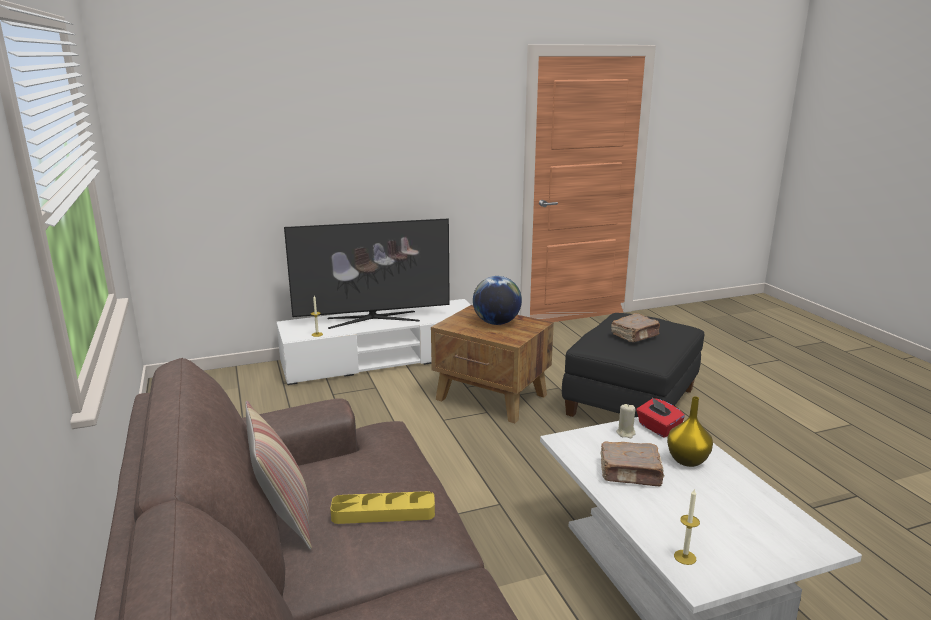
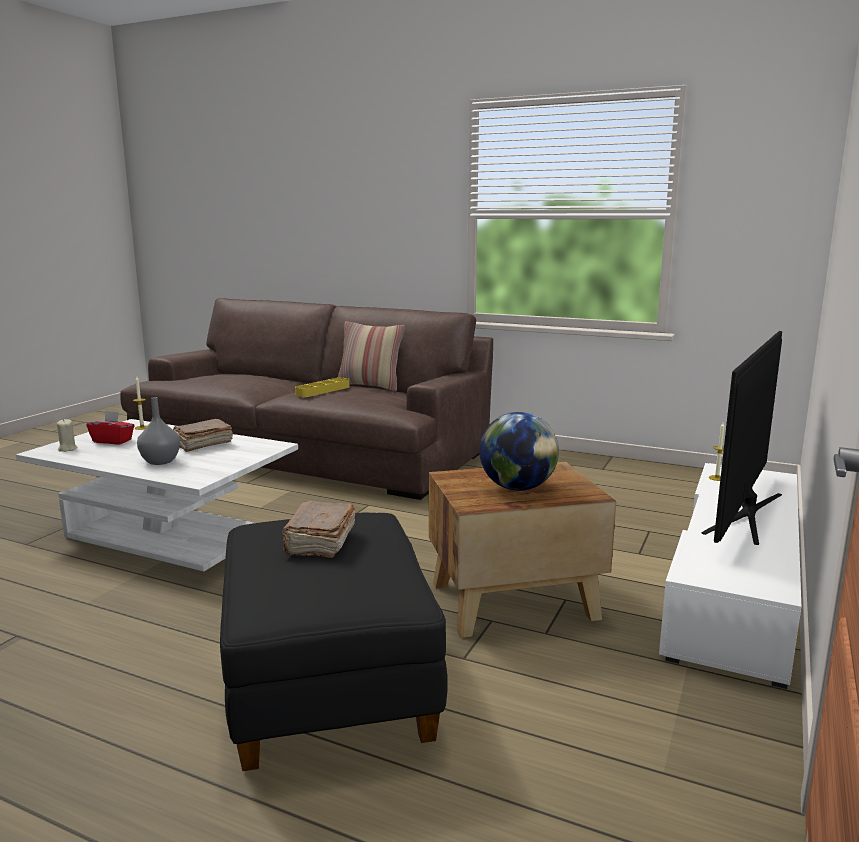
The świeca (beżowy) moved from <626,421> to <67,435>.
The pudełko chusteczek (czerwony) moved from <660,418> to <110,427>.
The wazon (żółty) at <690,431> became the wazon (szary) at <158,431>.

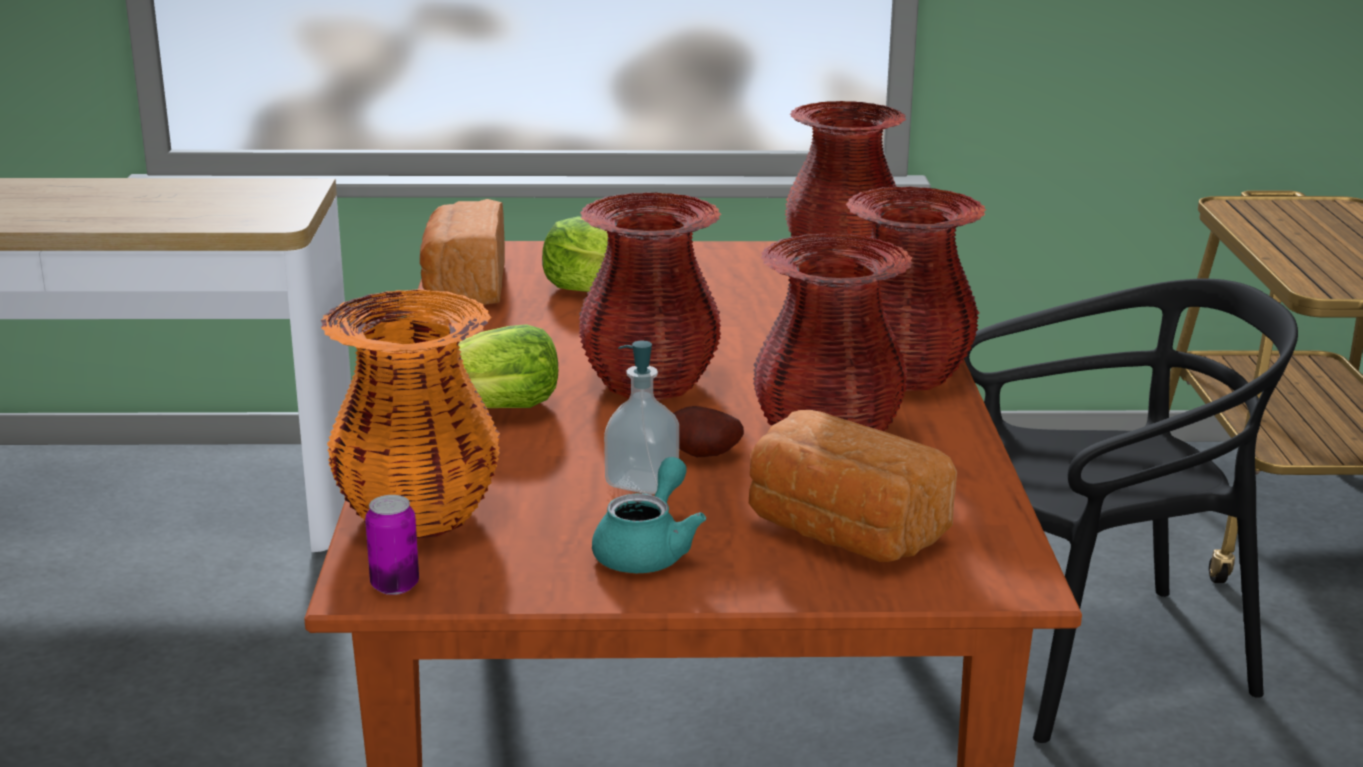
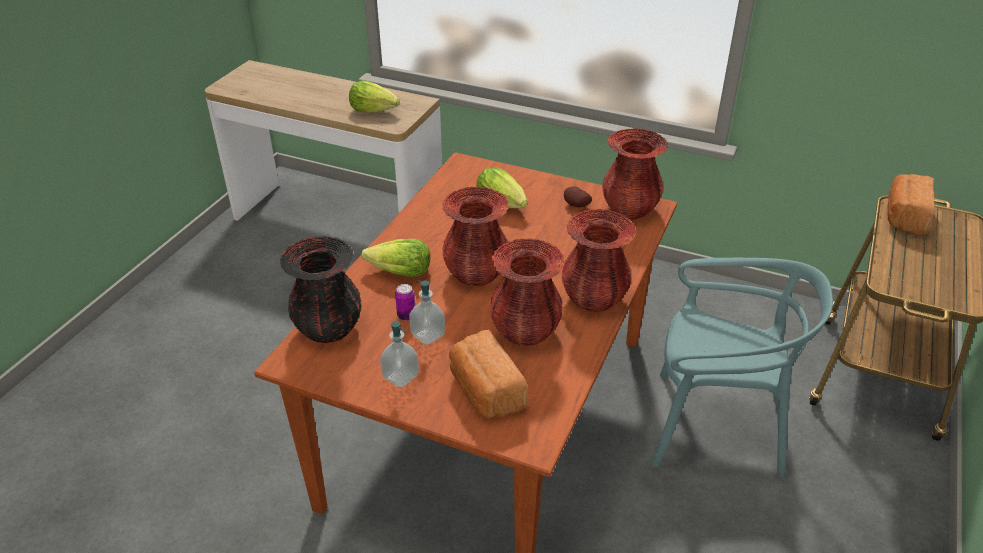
The sałata at <374,96> appeared.
The puszka moved from <392,545> to <405,302>.
The chleb moved from <462,252> to <911,204>.
The ziemniak moved from <708,431> to <578,197>.
The imbryk (turkusowy) at <649,515> was replaced by the dozownik mydła at <399,354>.
The wazon (pomarańczowy) at <410,413> became the wazon (czarny) at <321,289>.
The krzesło (czarny) at <1131,510> became the krzesło (turkusowy) at <742,368>.

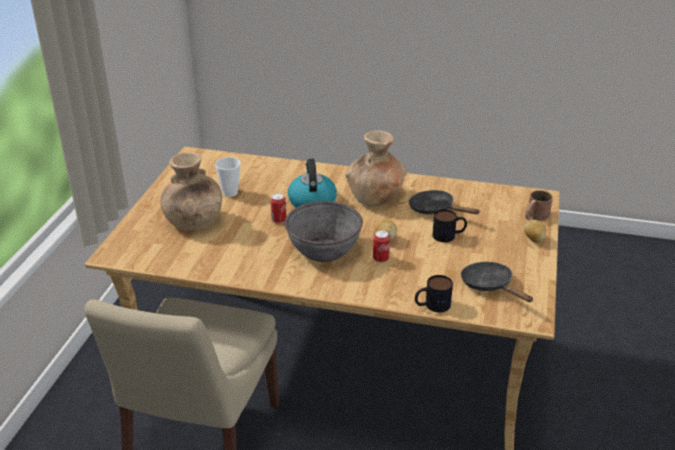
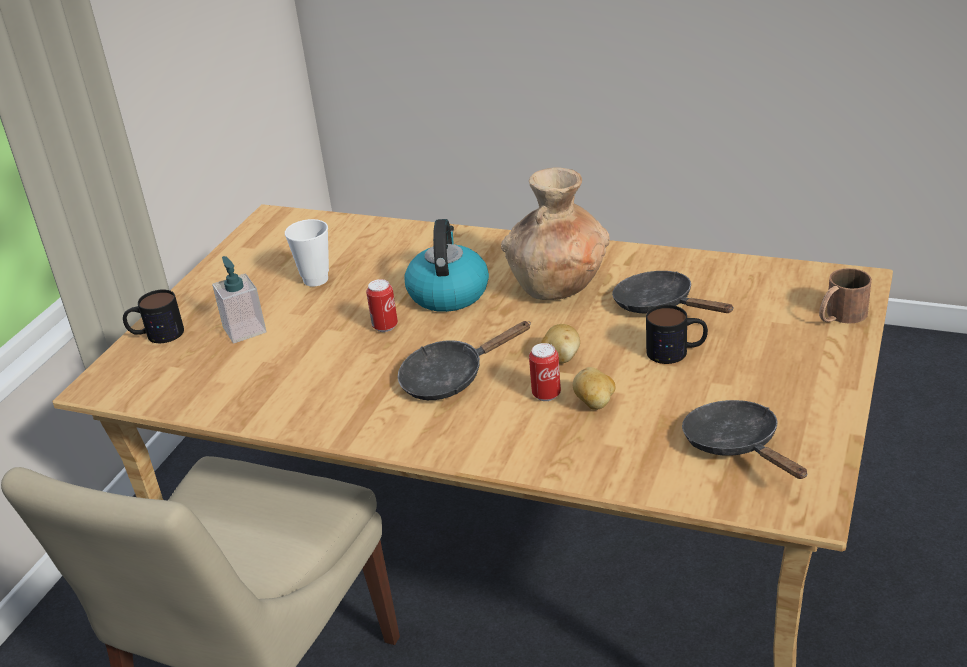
The kubek moved from <434,293> to <153,316>.
The ziemniak moved from <535,231> to <594,388>.
The wazon (brązowy) at <191,191> was replaced by the dozownik mydła at <239,299>.
The miska (szary) at <324,231> was replaced by the patelnia (czarny) at <464,360>.

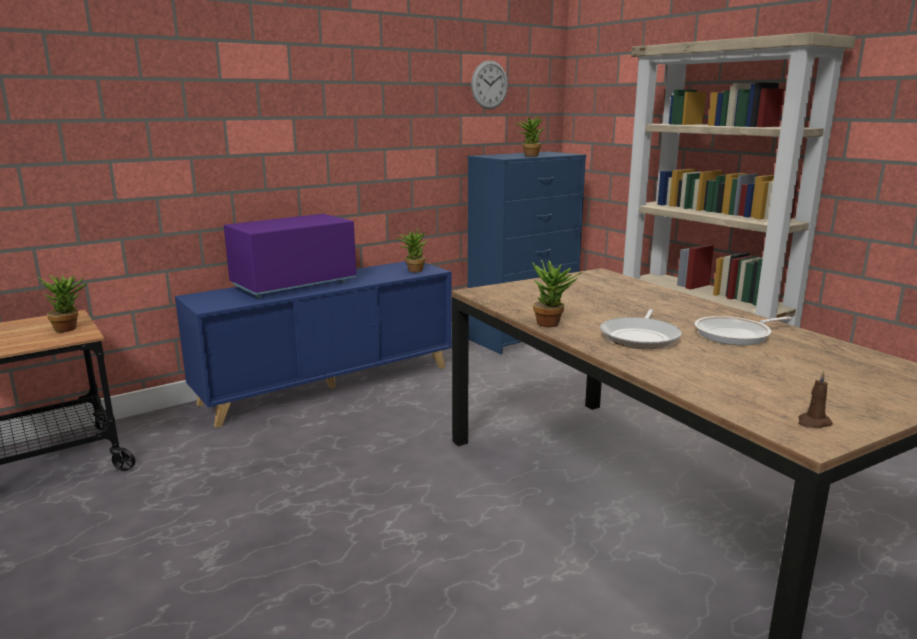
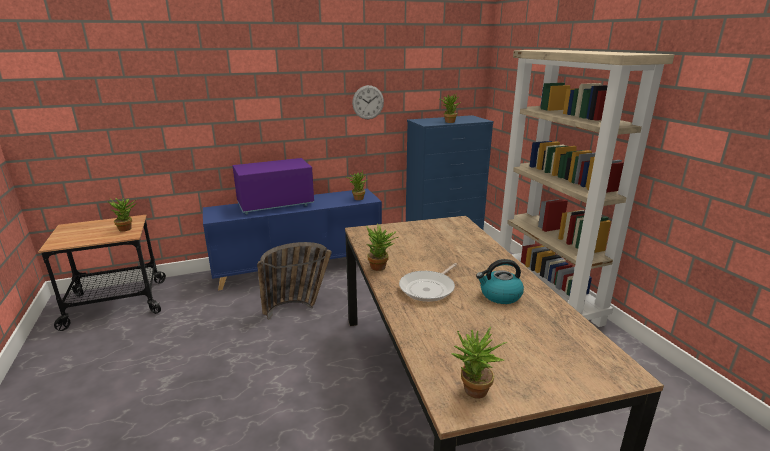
The koszyk at <294,281> appeared.
The zegar ścienny moved from <489,84> to <368,102>.
The patelnia at <743,330> was replaced by the czajnik at <500,281>.
The świeca (brązowy) at <815,399> was replaced by the roślina doniczkowa at <479,363>.

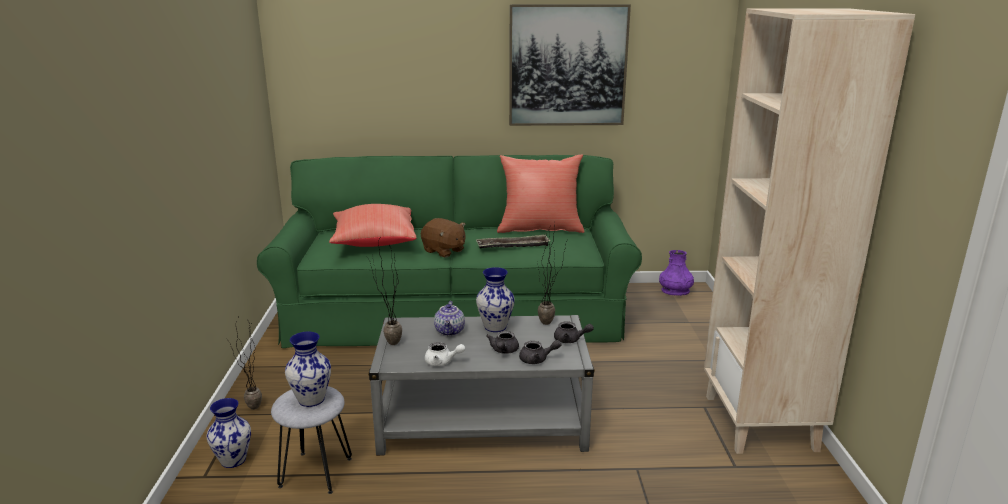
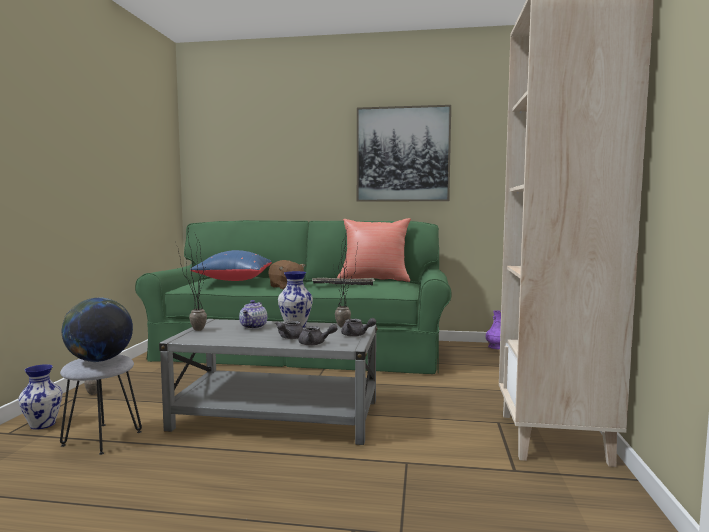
The imbryk (biały) at <445,354> disappeared.
The wazon at <308,369> was replaced by the globus at <97,329>.
The poduszka (czerwony) at <373,225> became the poduszka (niebieski) at <231,265>.

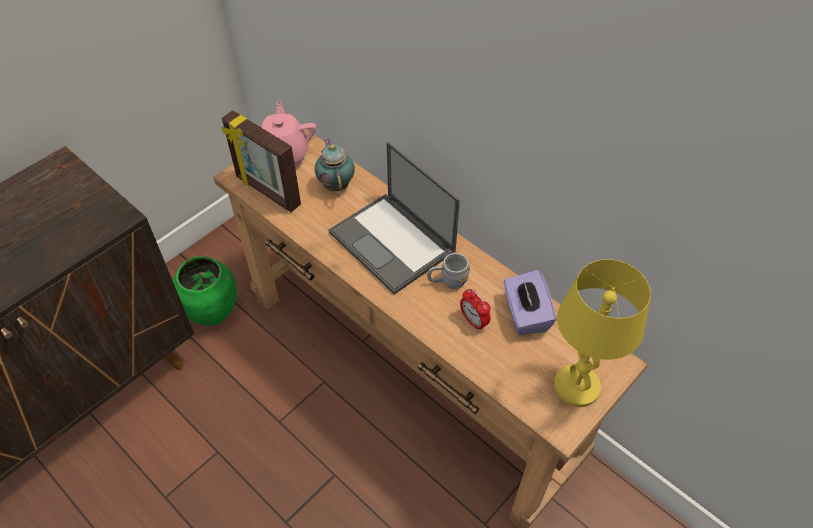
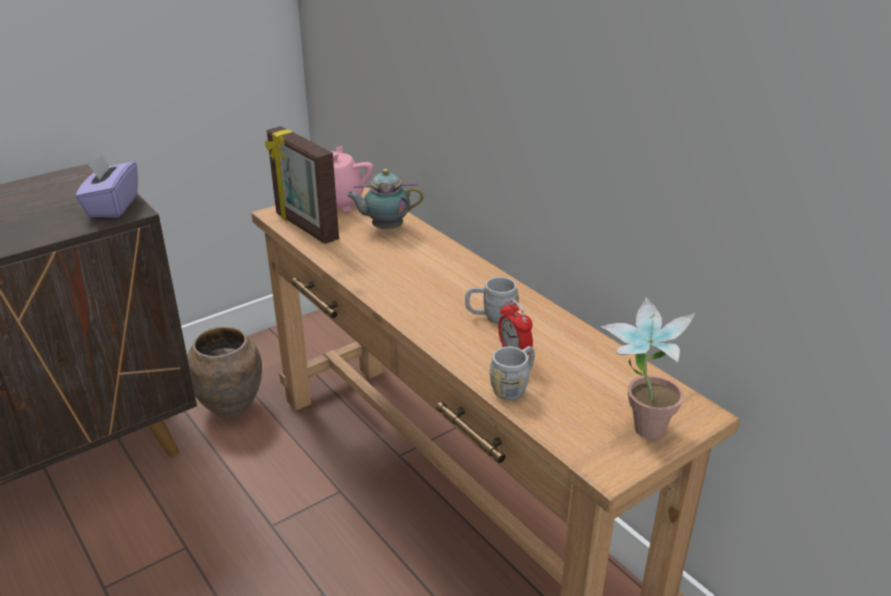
The laptop at <394,218> disappeared.
The kubek (szary) at <512,373> appeared.
The pudełko chusteczek (fioletowy) moved from <530,302> to <106,185>.
The lampa stołowa (żółty) at <602,333> was replaced by the roślina doniczkowa at <647,368>.
The wazon (zielony) at <205,291> became the wazon (brązowy) at <224,372>.
The imbryk at <335,164> turned 90 degrees counterclockwise.

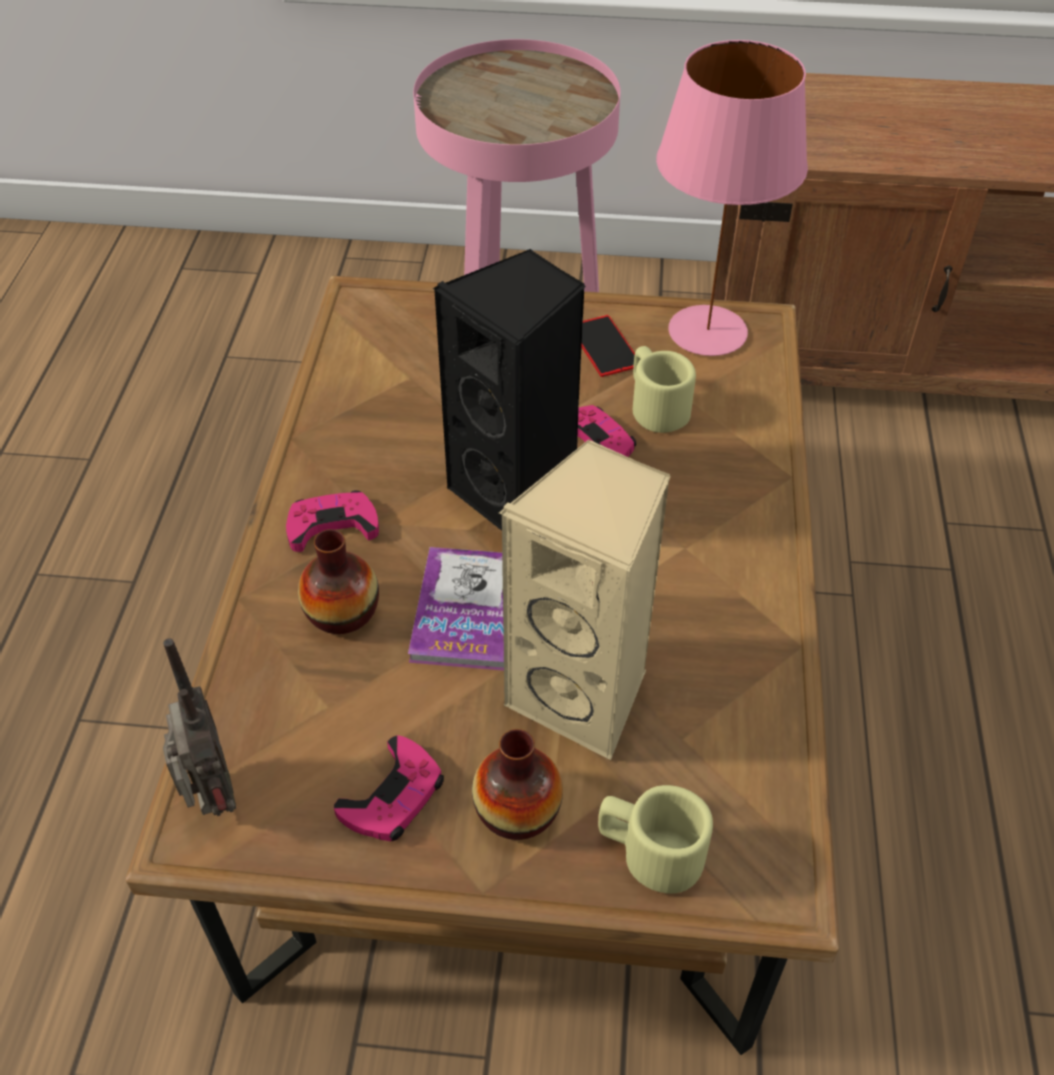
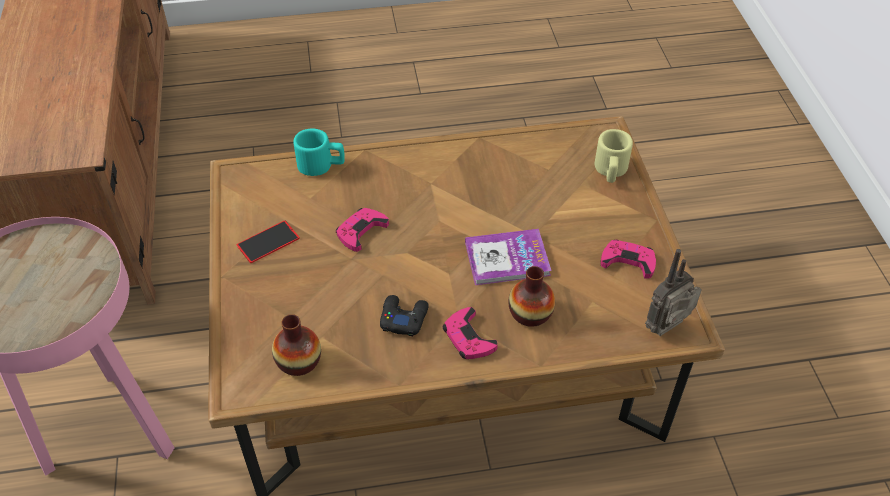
The głośnik (czarny) at <509,390> disappeared.
The głośnik (beżowy) at <585,600> disappeared.
The kubek (beżowy) at <664,389> disappeared.
The lampa stołowa (różowy) at <732,198> disappeared.
The kubek (turkusowy) at <319,152> appeared.
The pad do gier (czarny) at <404,315> appeared.
The wazon moved from <517,784> to <296,345>.

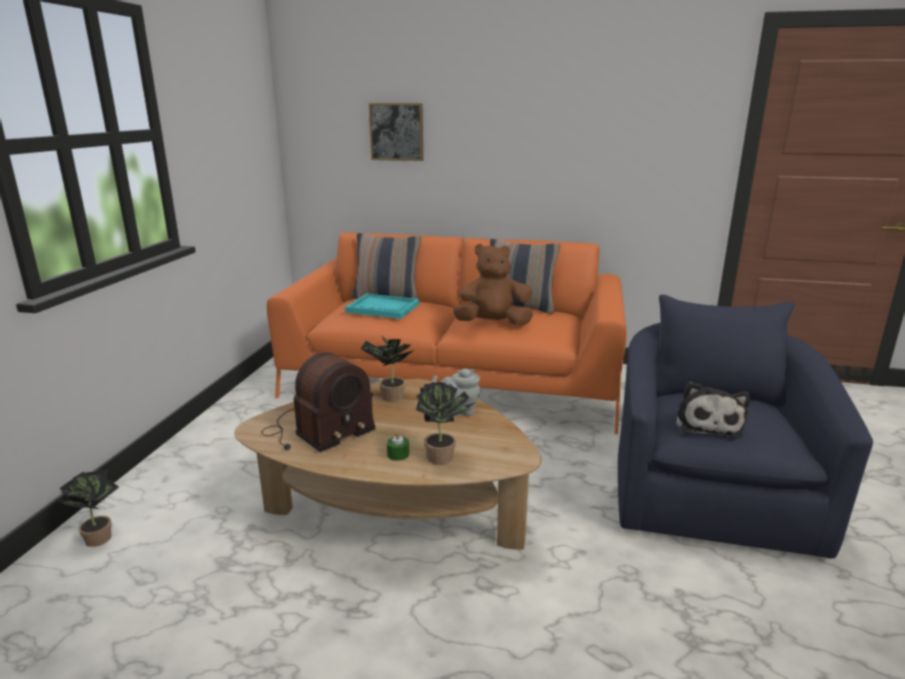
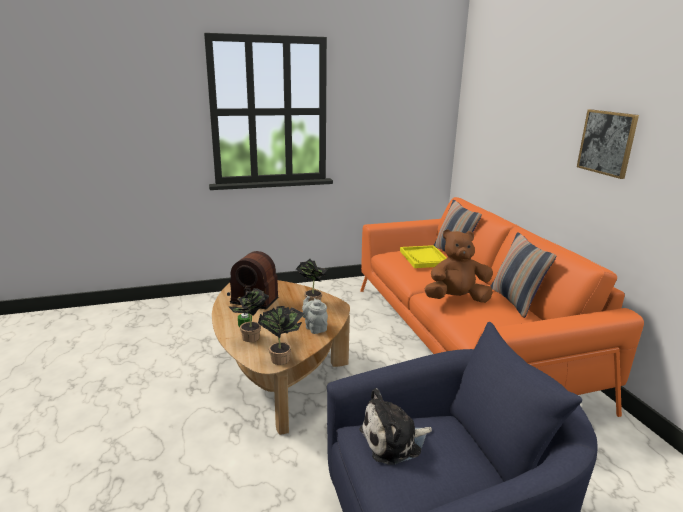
The roślina doniczkowa moved from <87,508> to <281,335>.
The obraz moved from <396,132> to <608,144>.
The taca (turkusowy) at <382,306> became the taca (żółty) at <423,256>.
The pluszak (brązowy) at <493,285> turned 60 degrees counterclockwise.

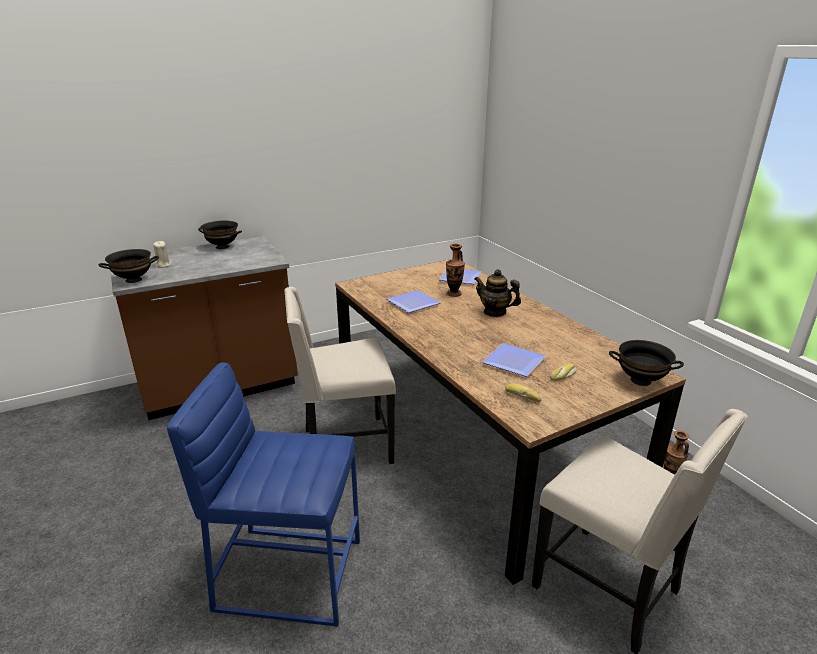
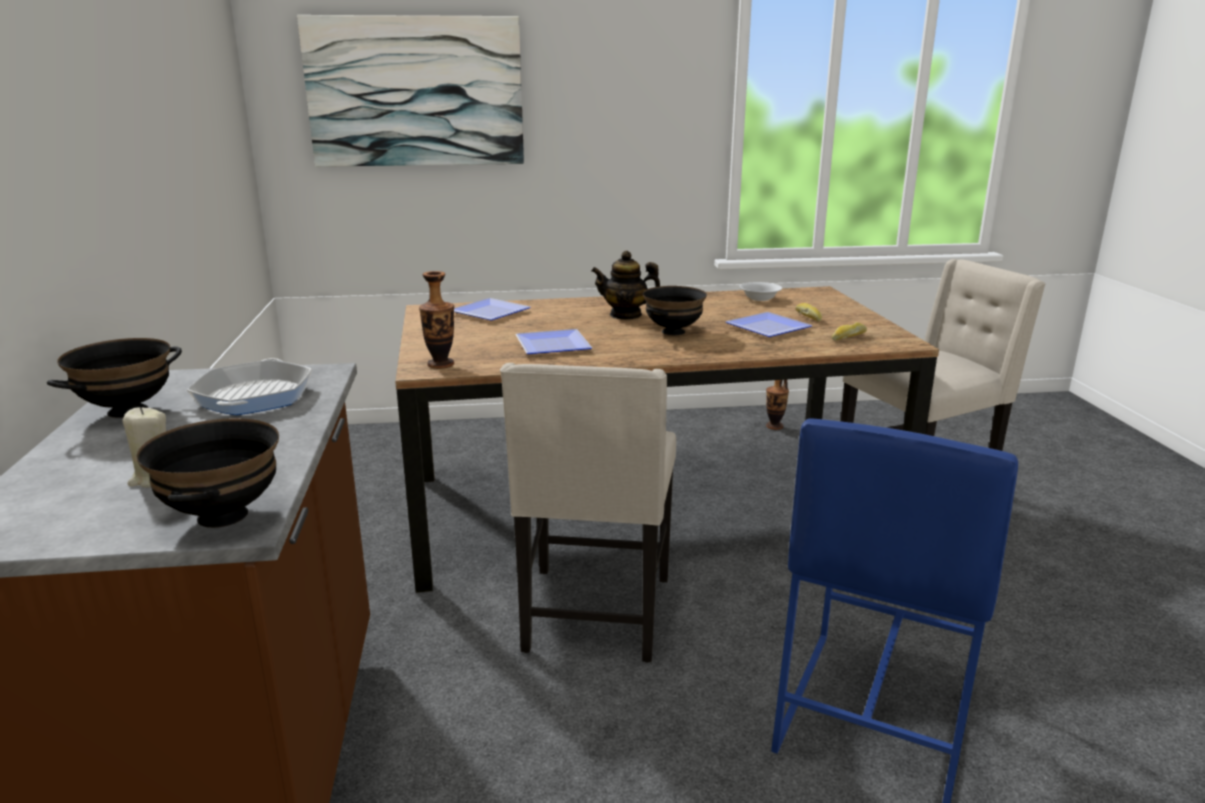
The patelnia at <249,386> appeared.
The obraz at <410,91> appeared.
The miska (biały) at <761,291> appeared.
The wazon moved from <455,270> to <436,320>.
The miska (czarny) moved from <646,363> to <675,310>.
The imbryk at <497,293> turned 45 degrees clockwise.

